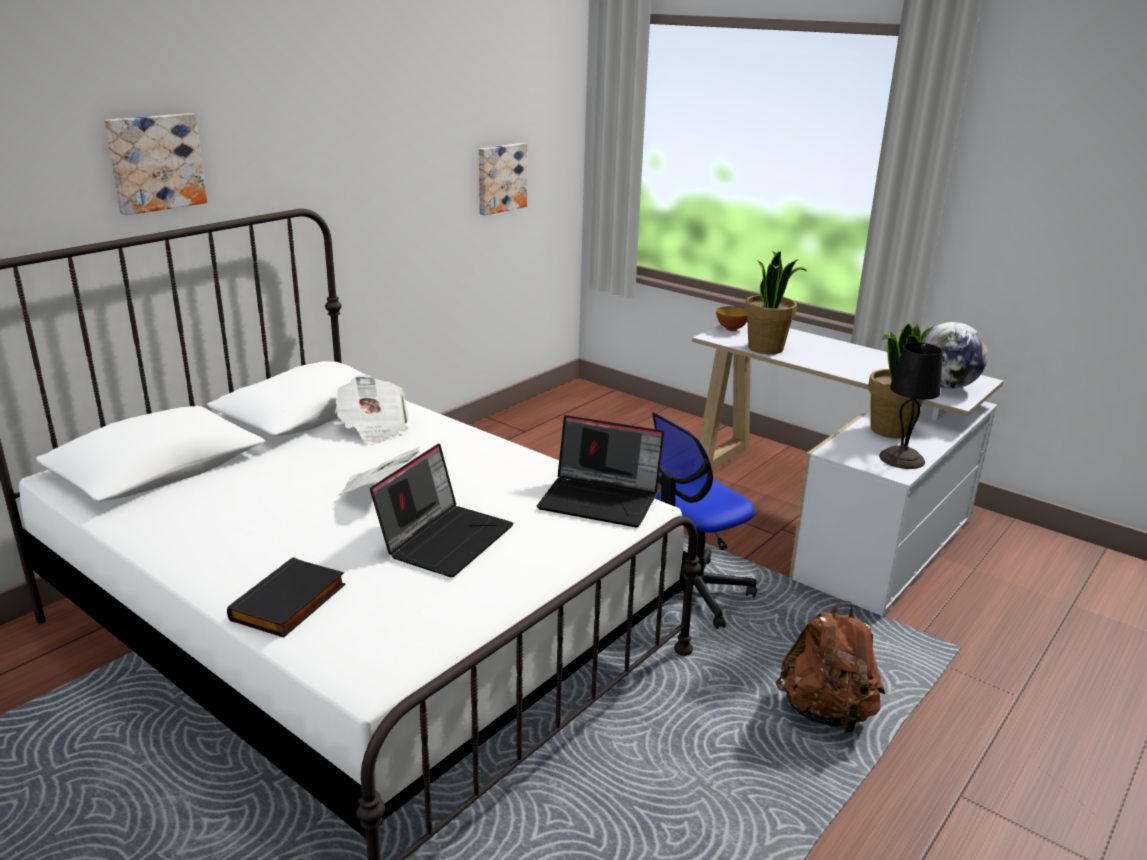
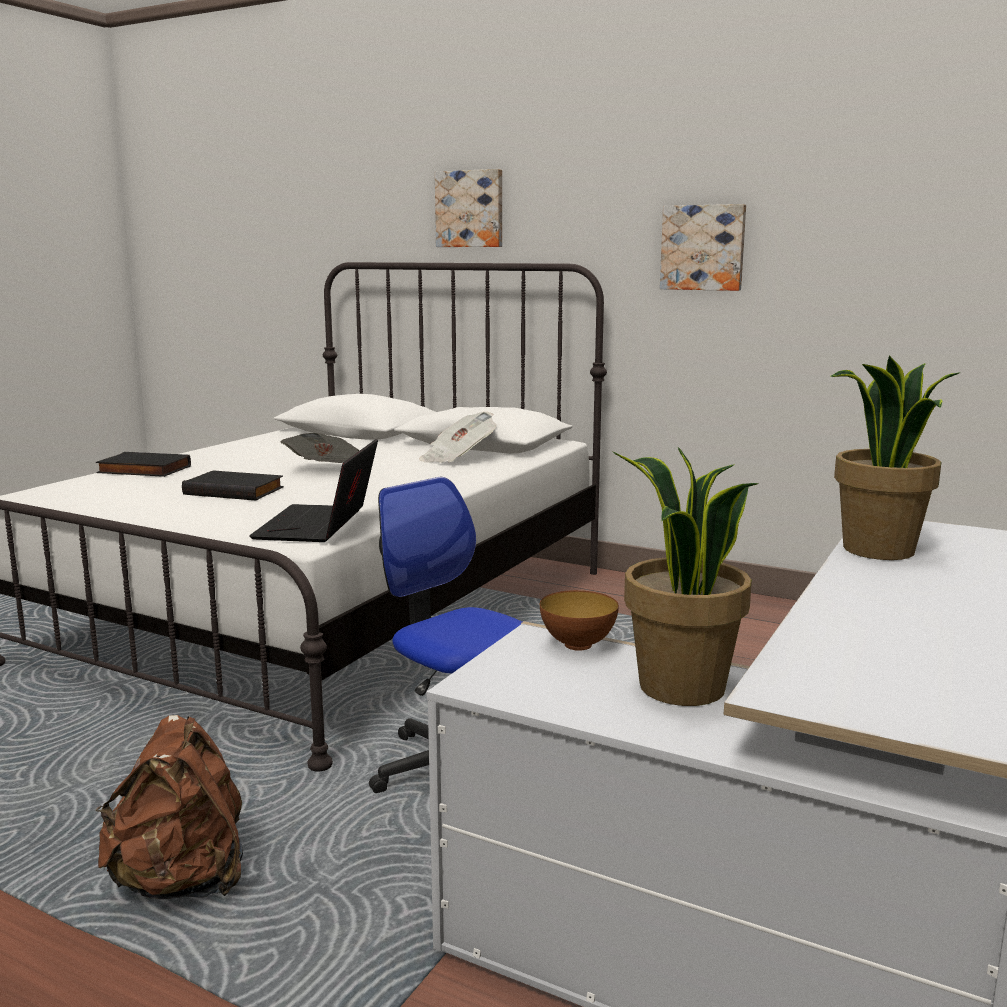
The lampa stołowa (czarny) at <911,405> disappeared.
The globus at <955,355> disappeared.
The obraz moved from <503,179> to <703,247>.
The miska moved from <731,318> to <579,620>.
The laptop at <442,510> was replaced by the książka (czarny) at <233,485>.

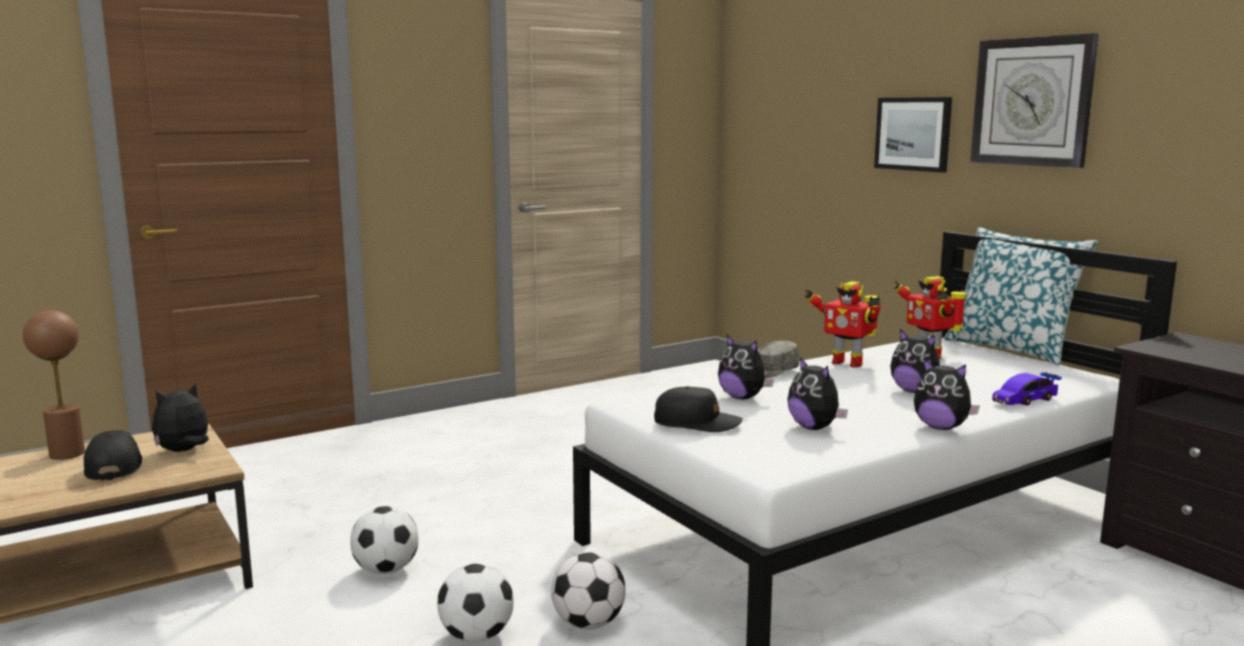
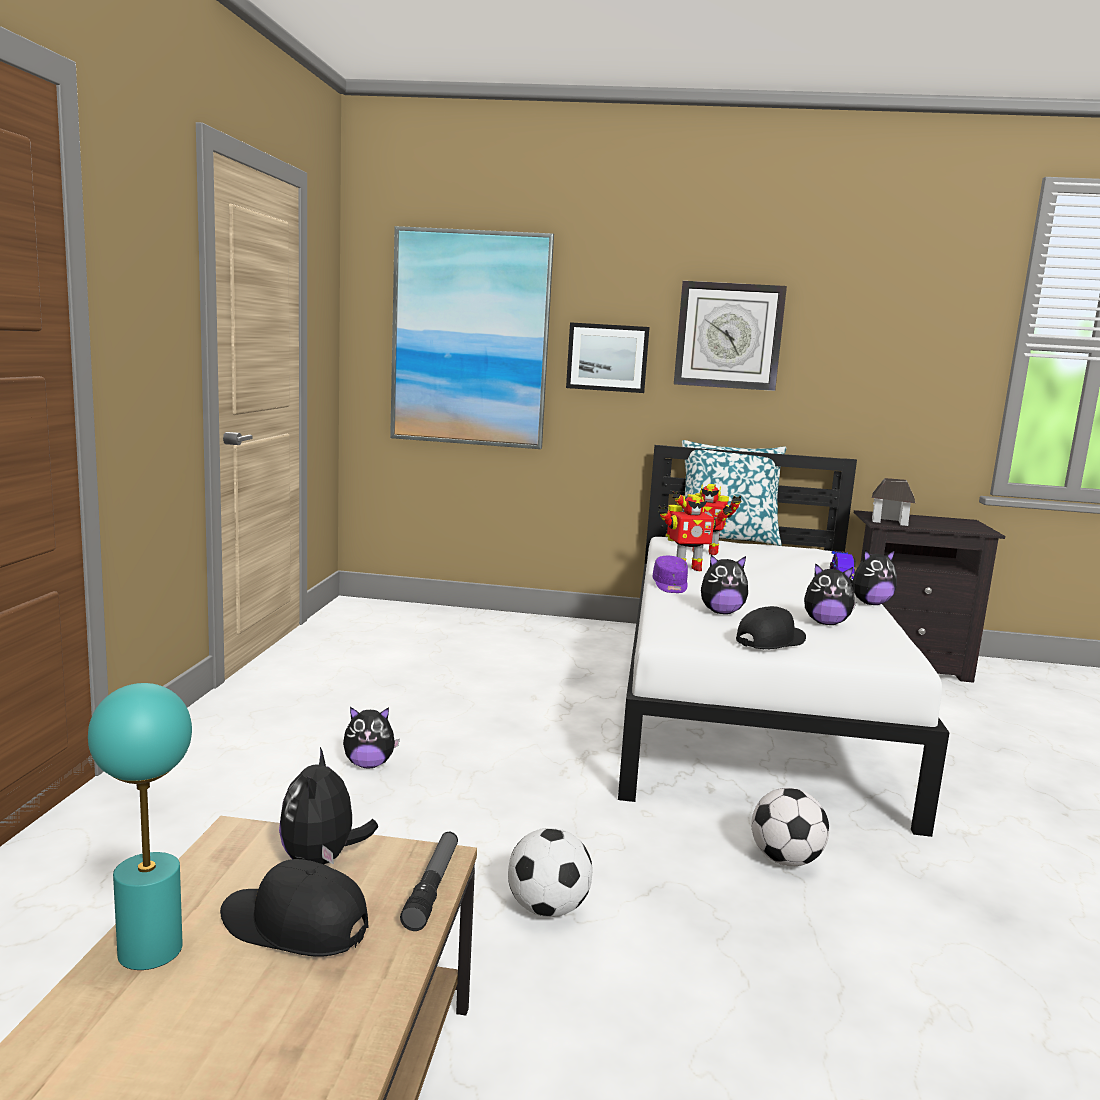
The piłka futbolowa at <475,602> disappeared.
The obraz at <472,337> appeared.
The latarka at <429,881> appeared.
The domek at <893,502> appeared.
The pluszak moved from <915,361> to <371,737>.
The lampa stołowa (brązowy) at <54,385> became the lampa stołowa (turkusowy) at <140,826>.
The czapka z daszkiem (szary) at <778,359> became the czapka z daszkiem (fioletowy) at <670,574>.

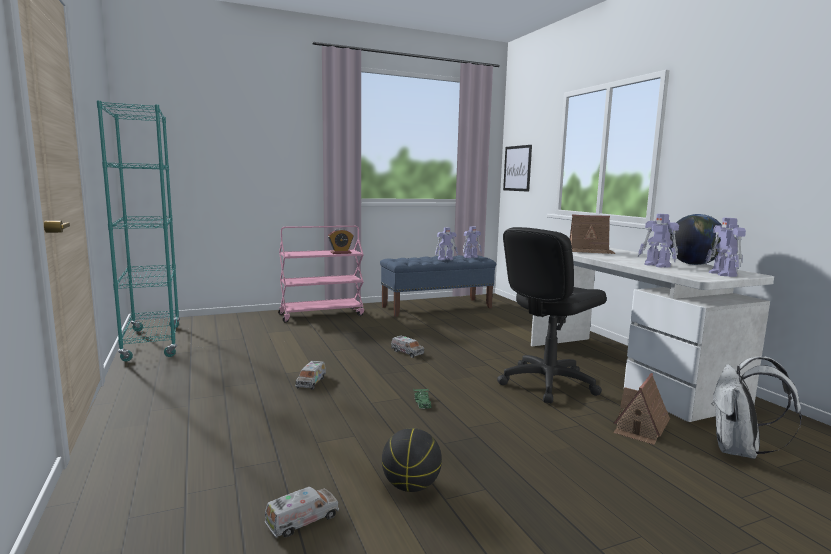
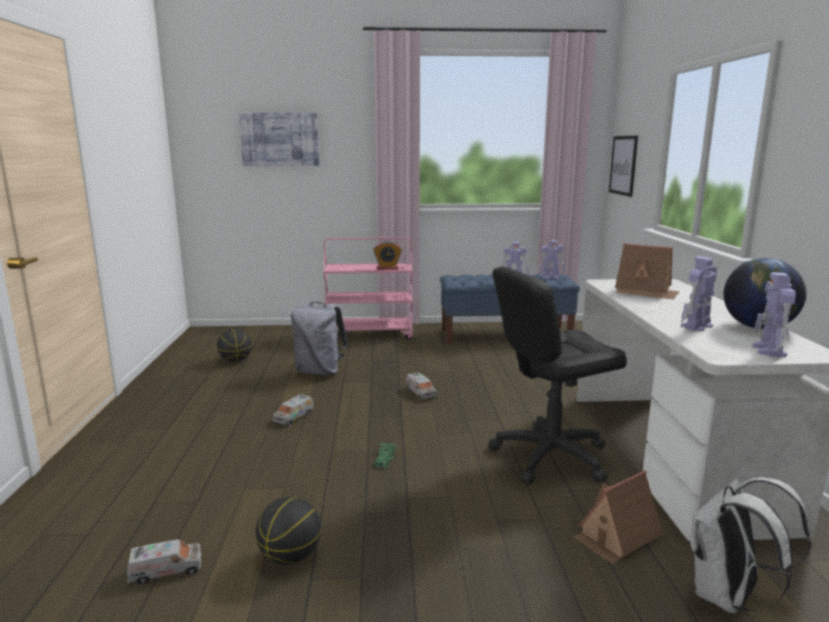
The regał (turkusowy) at <138,231> disappeared.
The piłka do koszykówki at <234,345> appeared.
The obraz at <279,139> appeared.
The plecak (szary) at <319,338> appeared.
The robot zabawkowy at <658,241> turned 60 degrees clockwise.

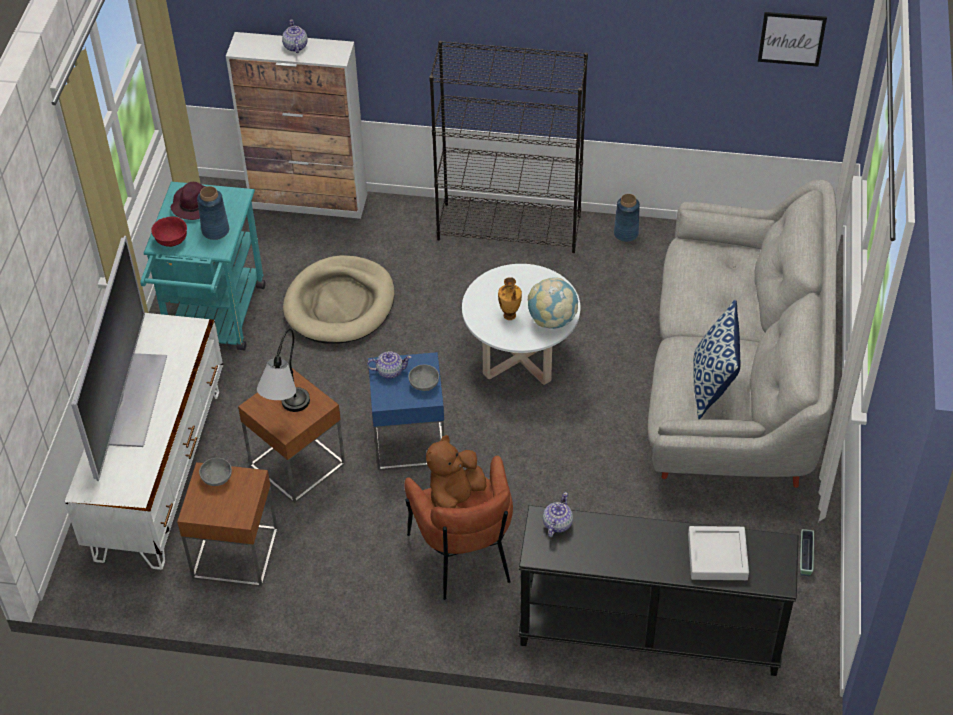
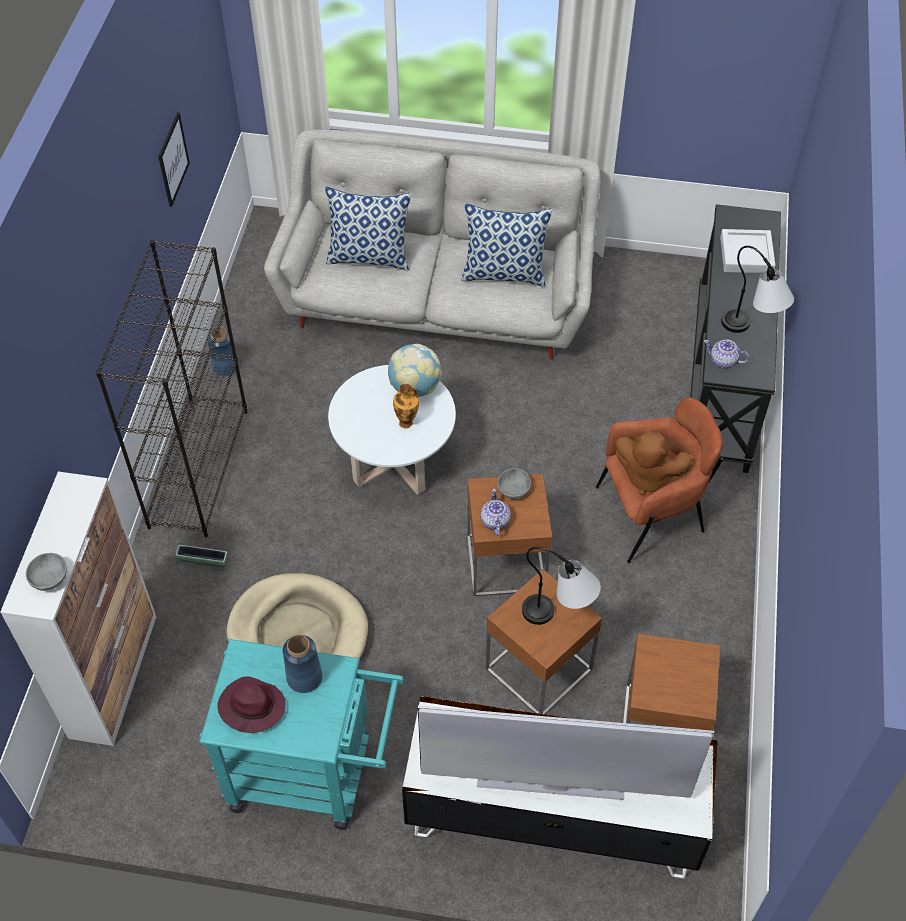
The miska (czerwony) at <169,231> disappeared.
The imbryk at <295,36> disappeared.
The poduszka at <368,229> appeared.
The lampa stołowa at <757,289> appeared.
The miska (szary) moved from <215,472> to <46,572>.
The obraz moved from <792,39> to <174,159>.
The donica moved from <807,552> to <201,556>.
The stolik (niebieski) at <406,411> became the stolik (brązowy) at <509,535>.

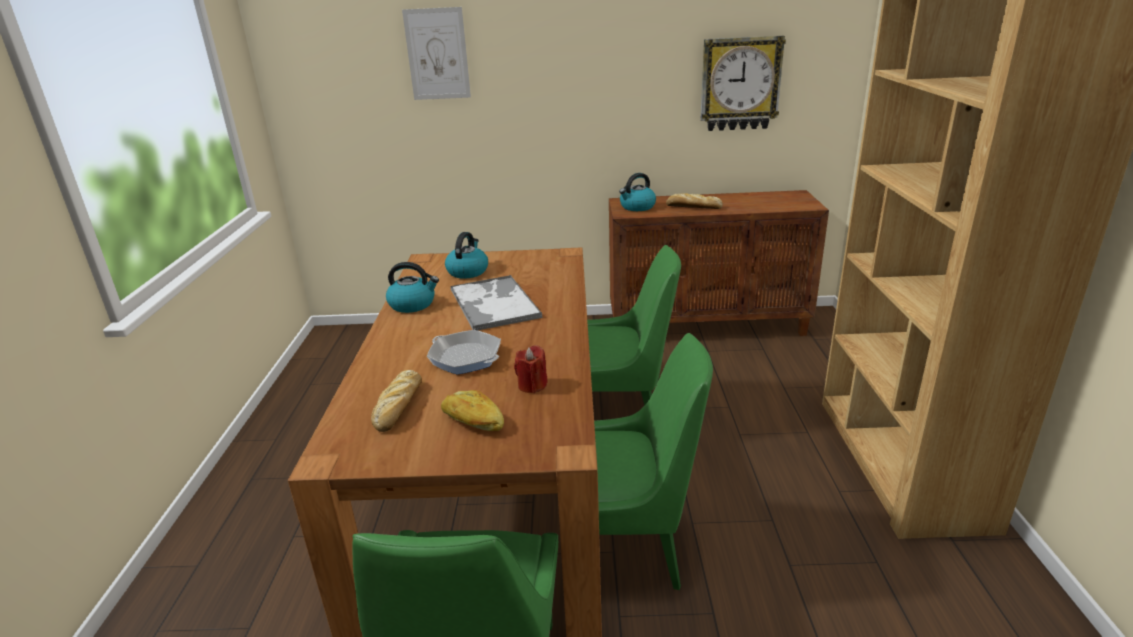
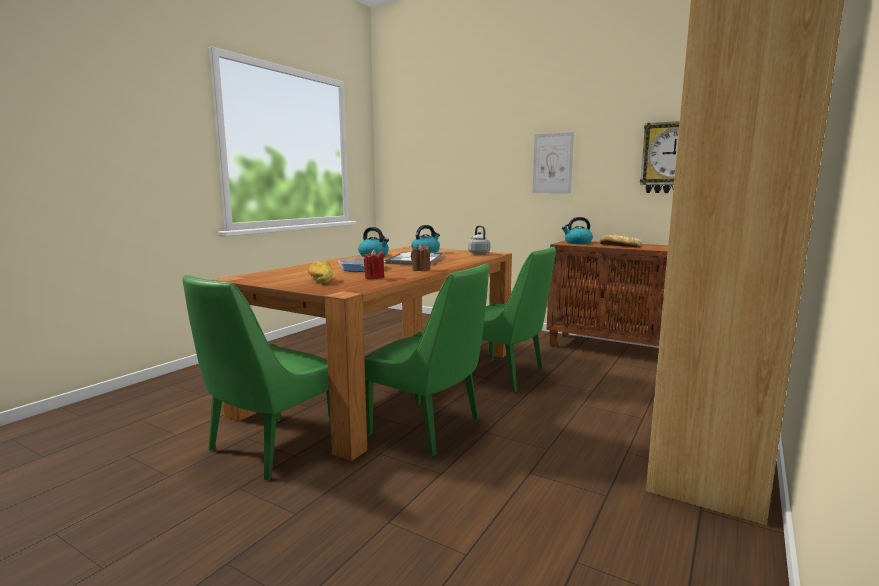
The chleb at <396,401> disappeared.
The świeca (brązowy) at <420,257> appeared.
The czajnik (szary) at <479,239> appeared.
The obraz moved from <436,53> to <553,162>.

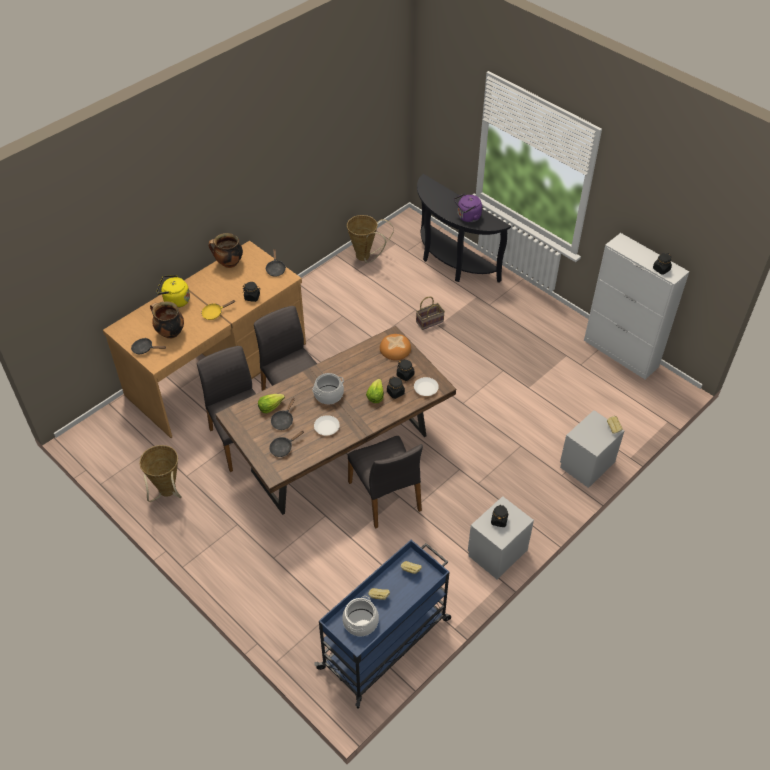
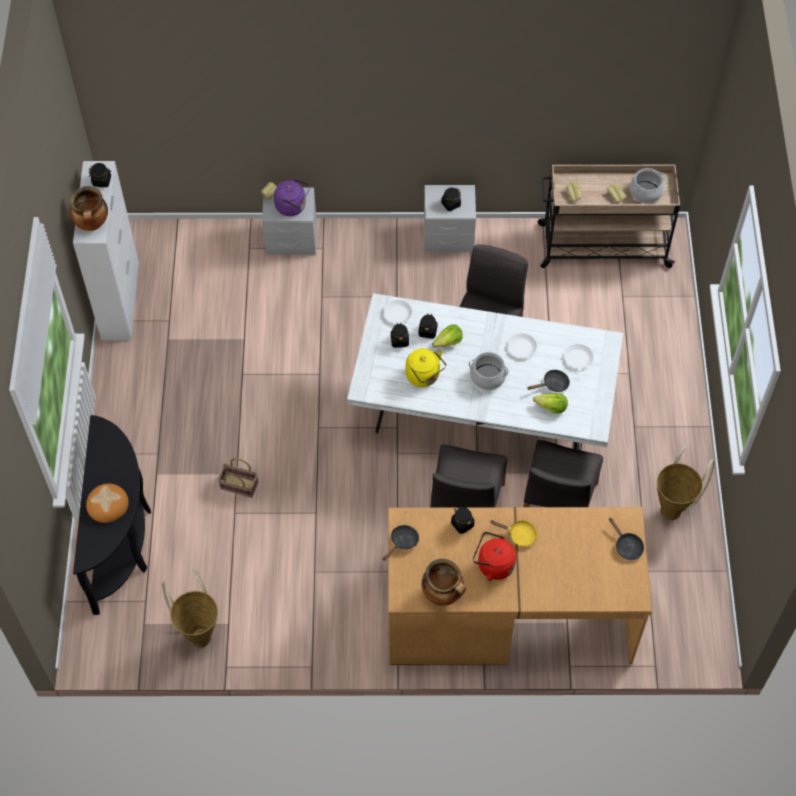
The czajnik (czerwony) at <494,556> appeared.
The garnek moved from <167,320> to <89,208>.
The czajnik (żółty) moved from <173,291> to <425,367>.
The chleb moved from <395,347> to <107,503>.
The czajnik (fioletowy) moved from <468,207> to <292,196>.
The patelnia (czarny) at <286,443> was replaced by the talerz (biały) at <579,356>.
The stół jadalny (brązowy) at <335,420> became the stół jadalny (biały) at <485,371>.
The wózek (niebieski) at <382,624> became the wózek (beżowy) at <609,216>.

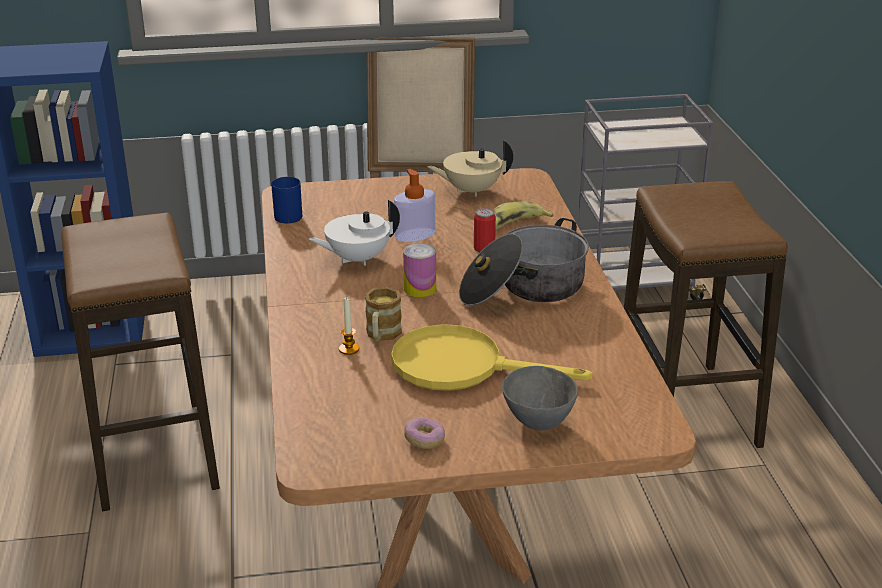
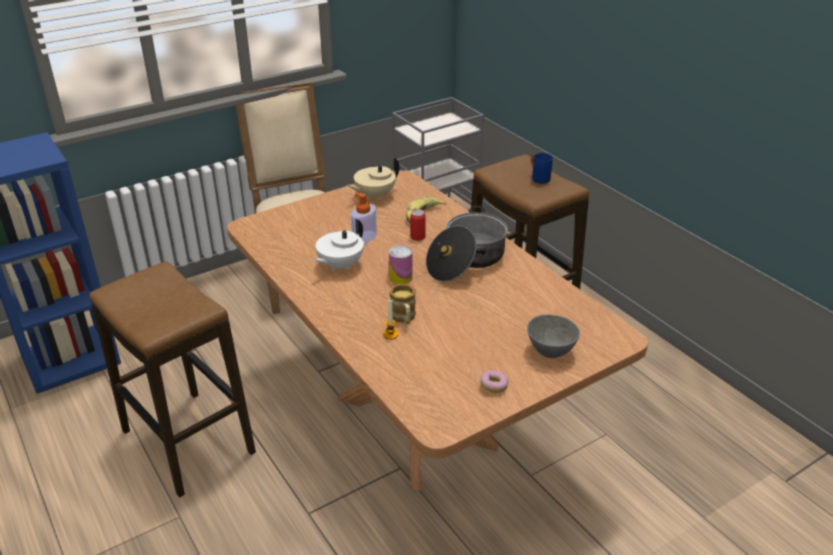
The patelnia (żółty) at <492,357> disappeared.
The kubek (niebieski) moved from <286,200> to <542,168>.

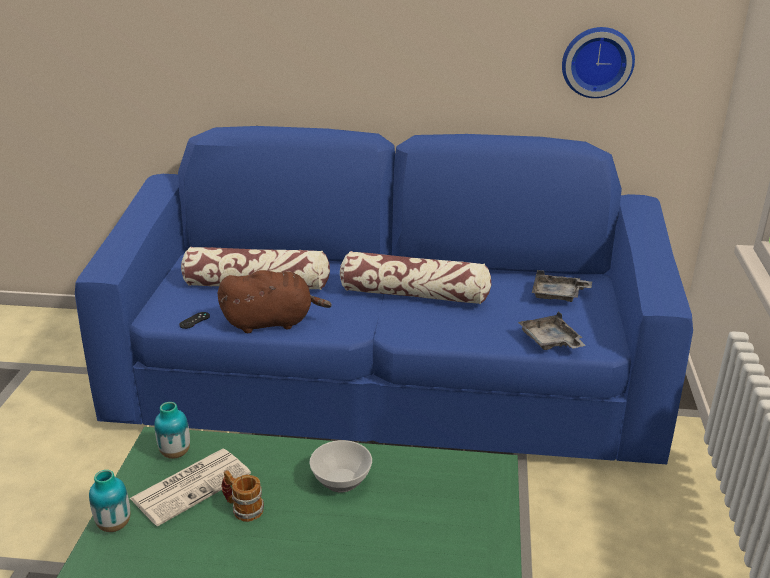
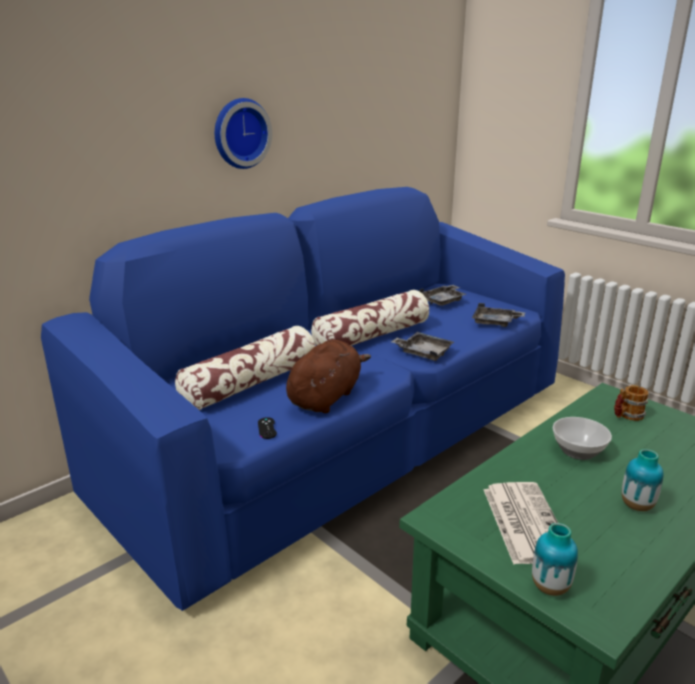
The taca (szary) at <422,346> appeared.
The wazon moved from <172,430> to <643,480>.
The kubek moved from <242,496> to <631,403>.
The zegar ścienny moved from <598,62> to <243,133>.

